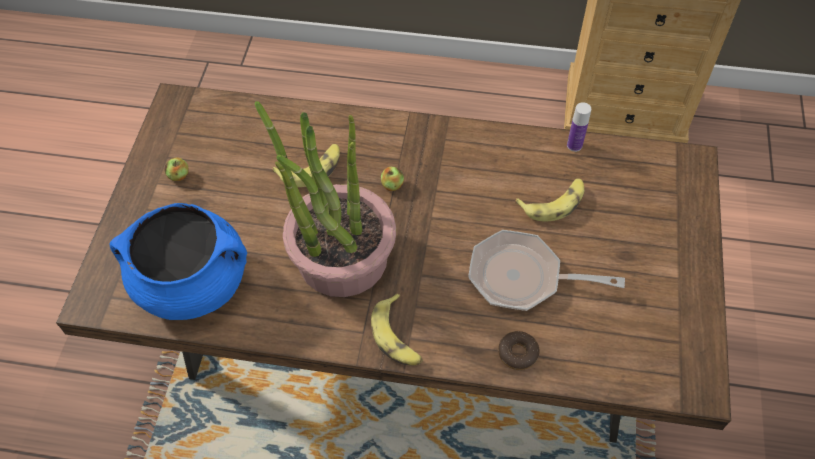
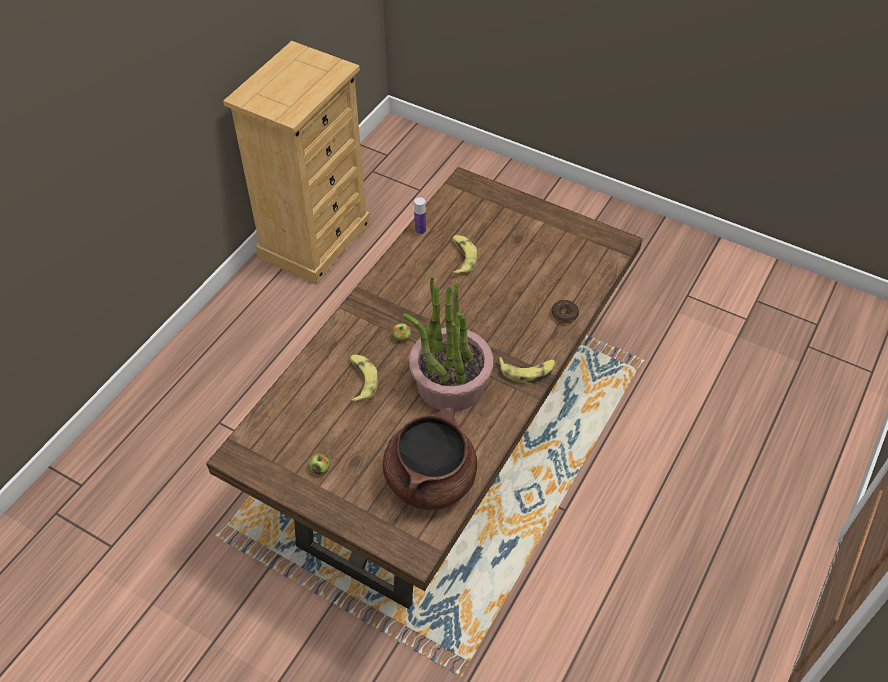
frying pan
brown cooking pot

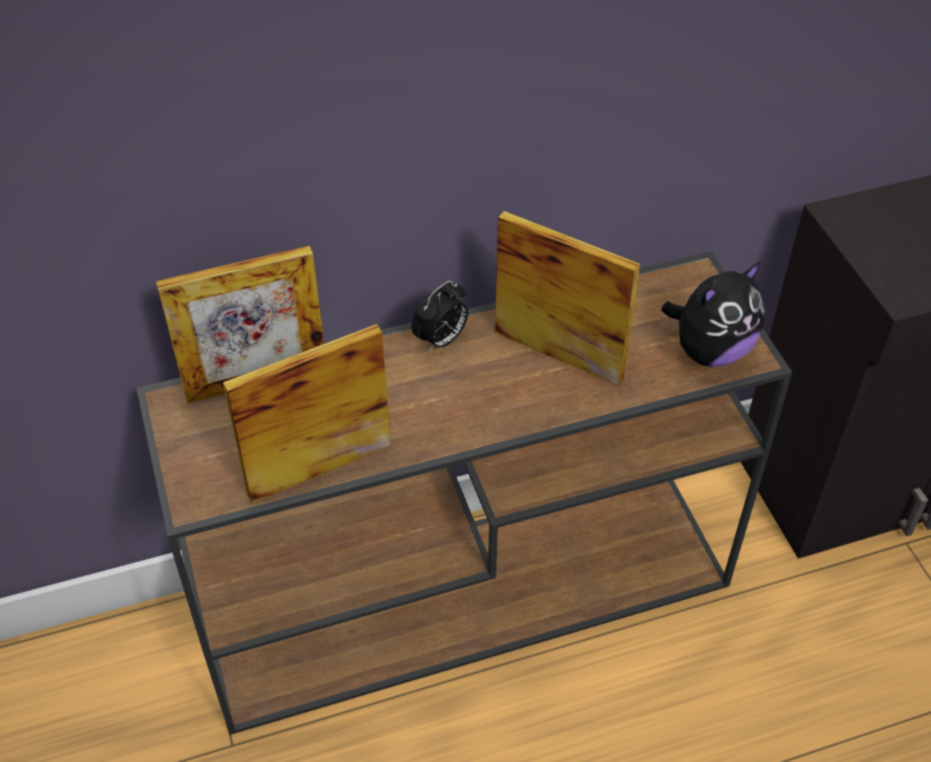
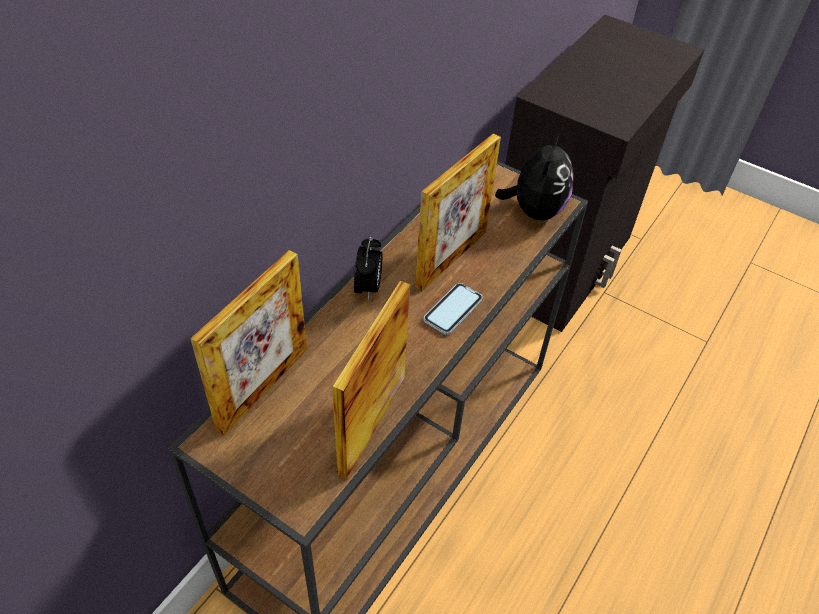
phone
picture frame (3rd from left)

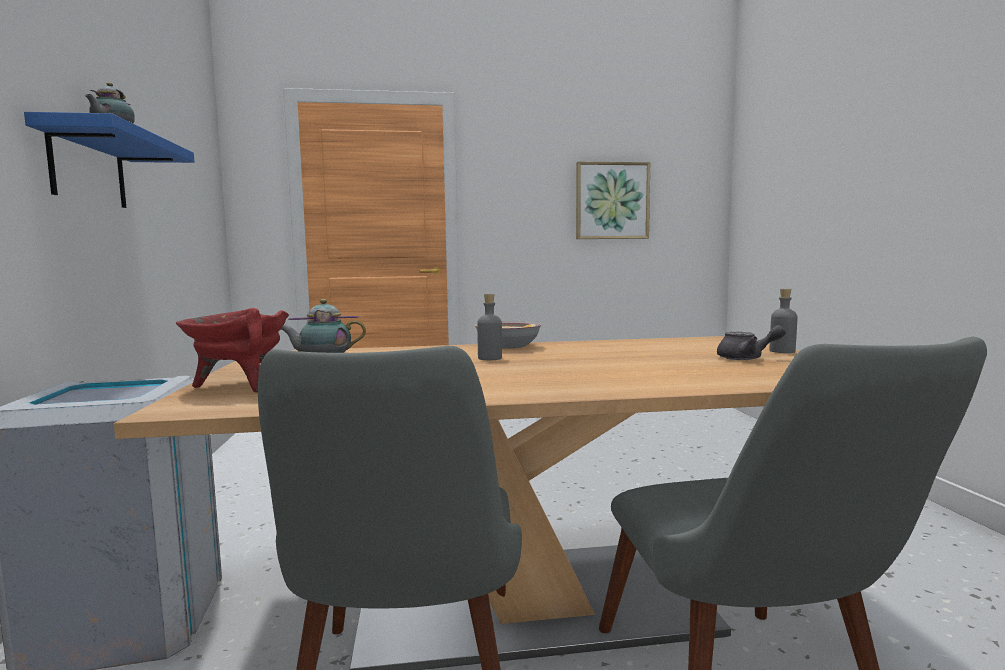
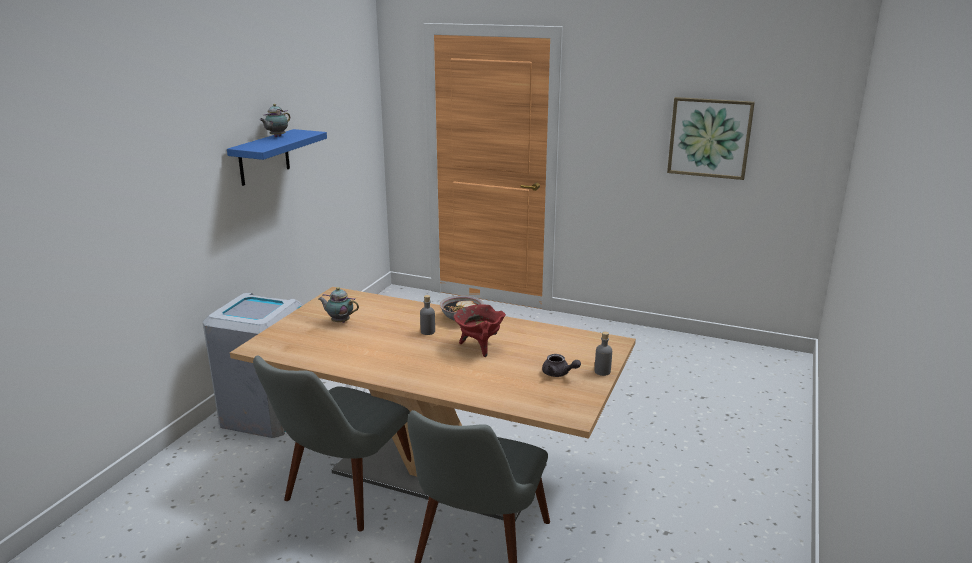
red cooking pot

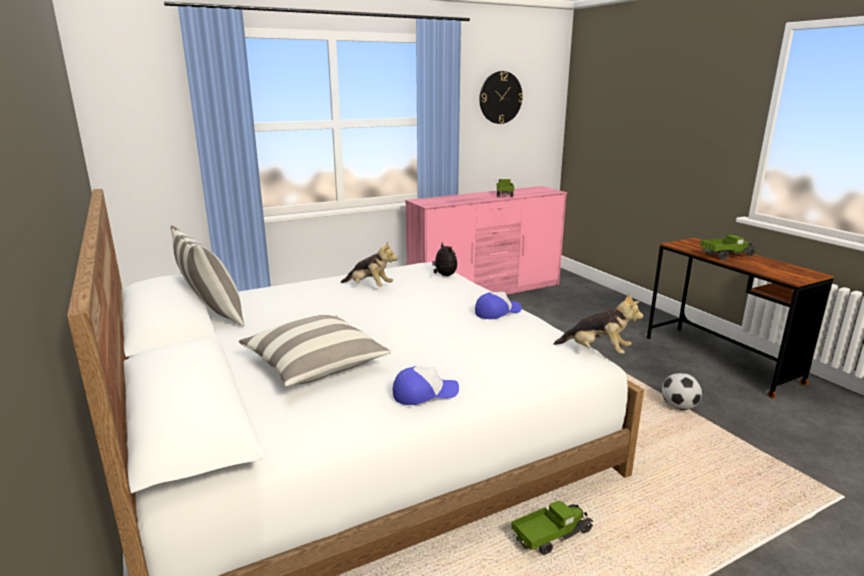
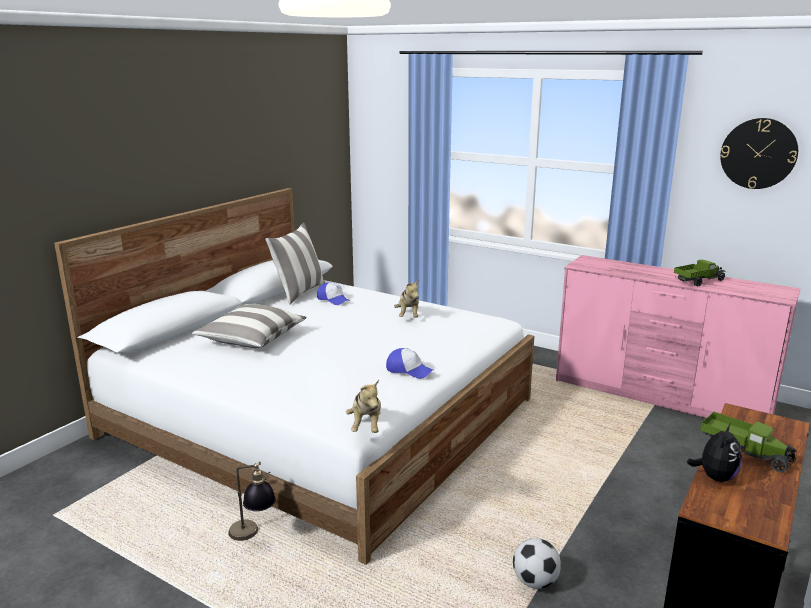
cap (1st from left)
plush toy (3rd from left)
table lamp

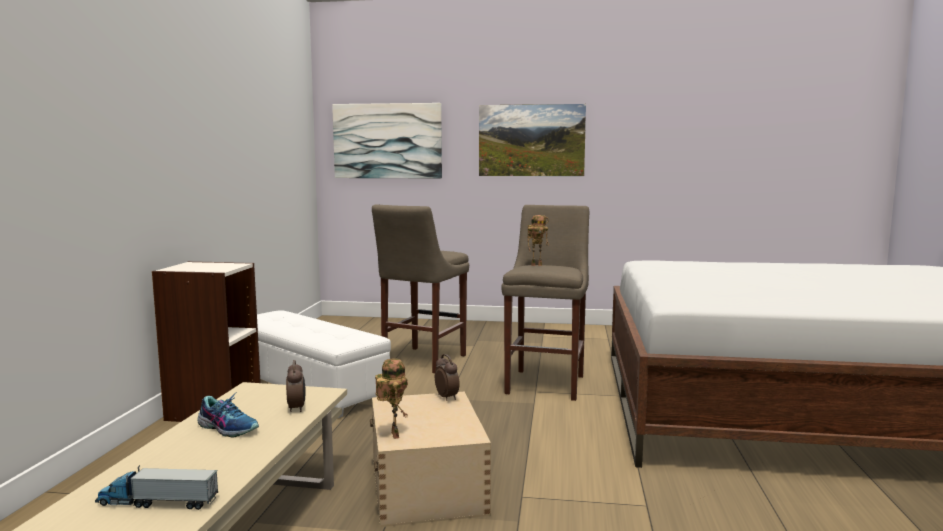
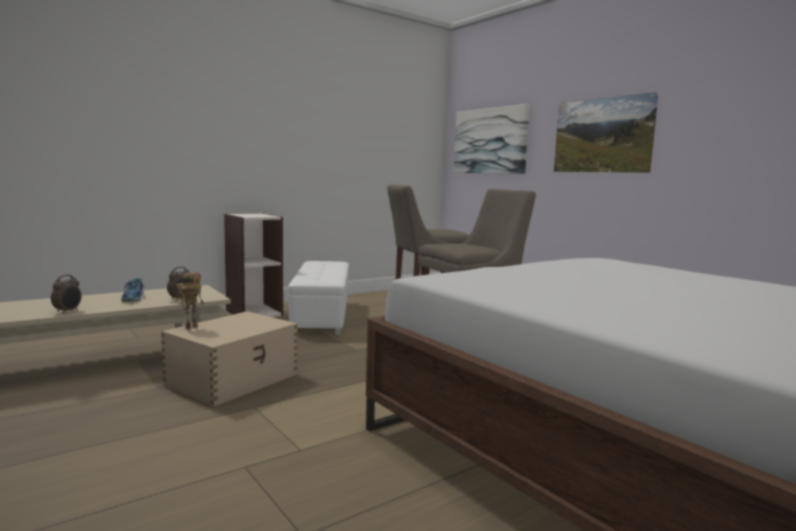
toy truck
toy robot (2nd from left in the first image)
alarm clock (1st from left)

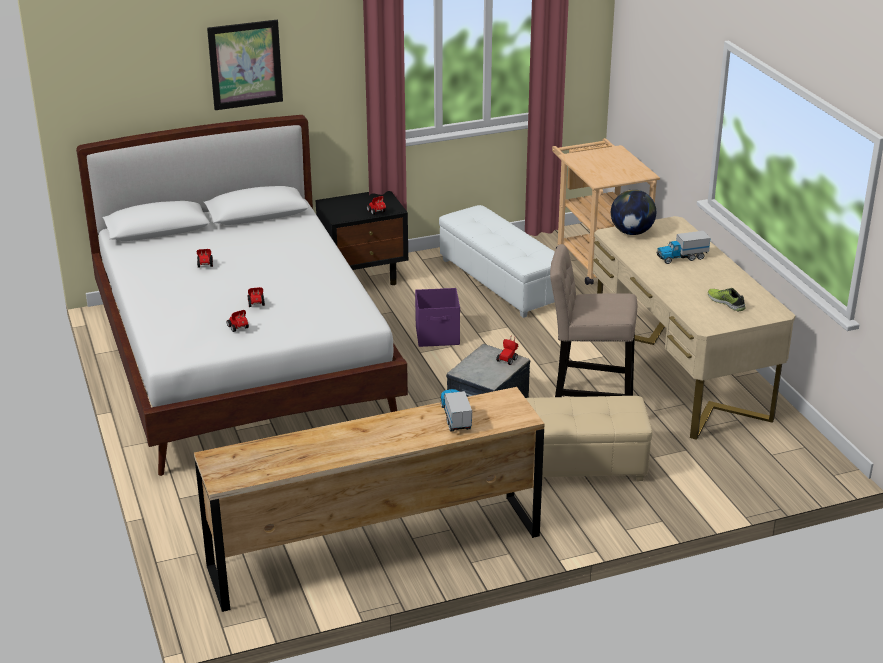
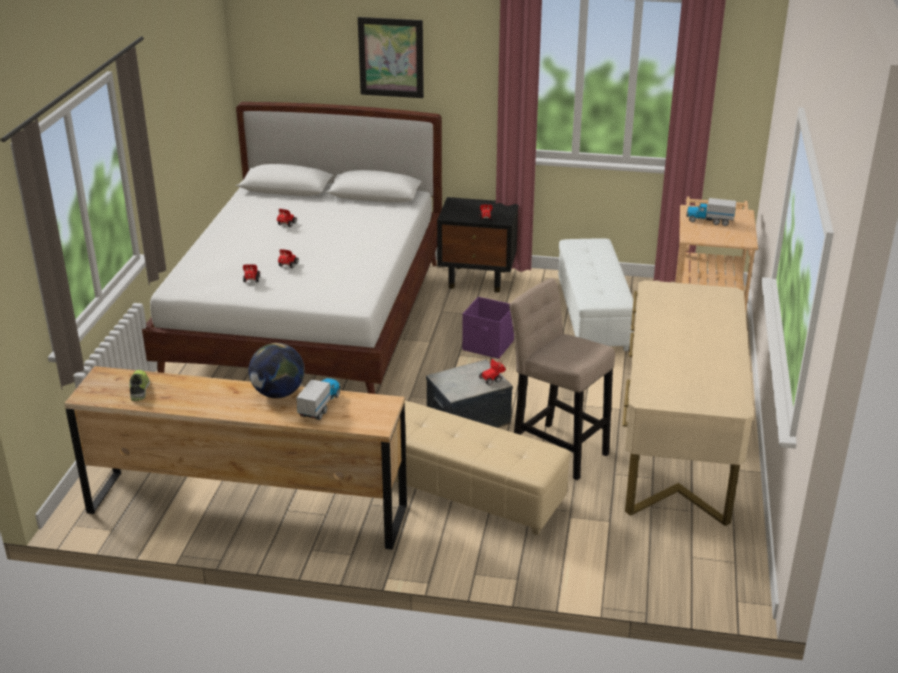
globe
toy truck (2nd from left)
shoe

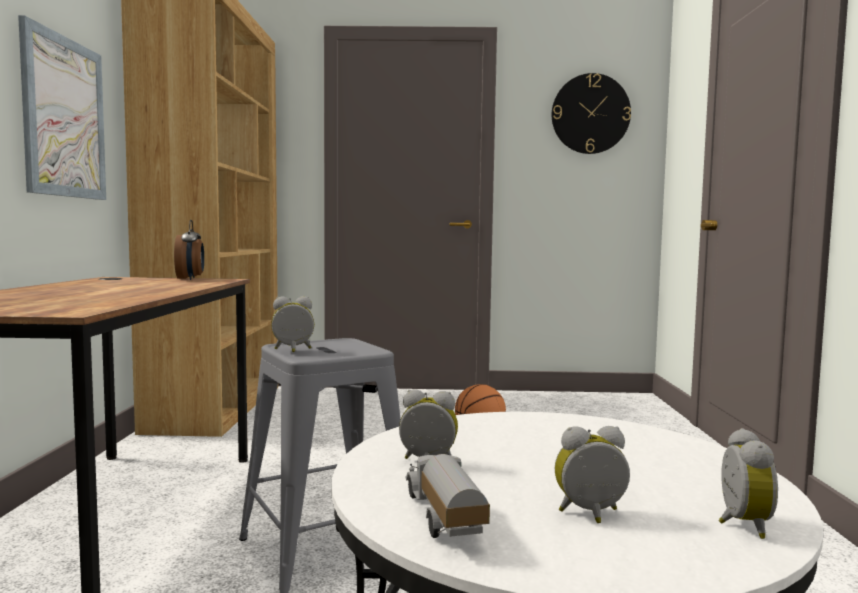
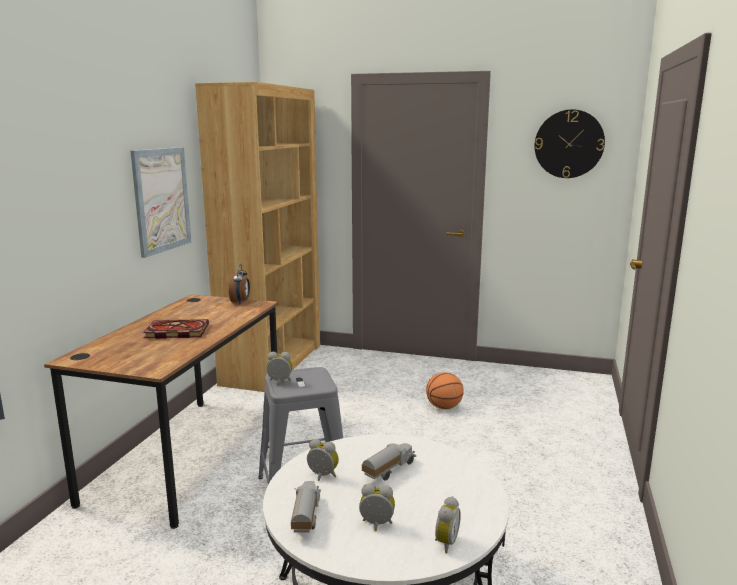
book
toy truck (2nd from left)

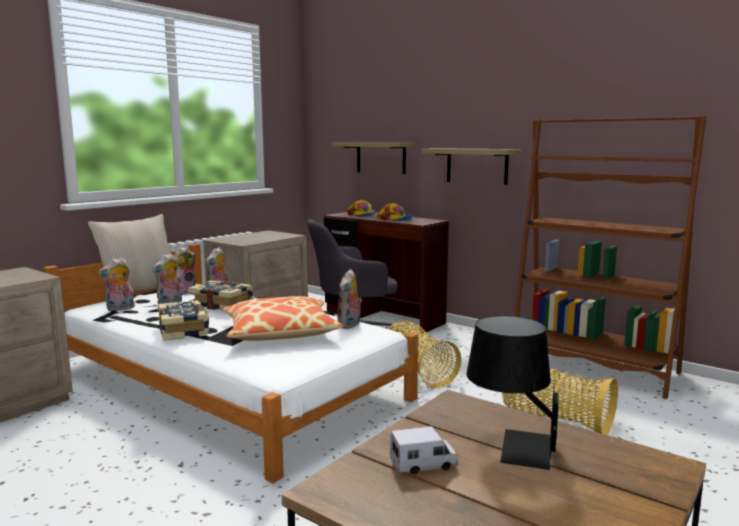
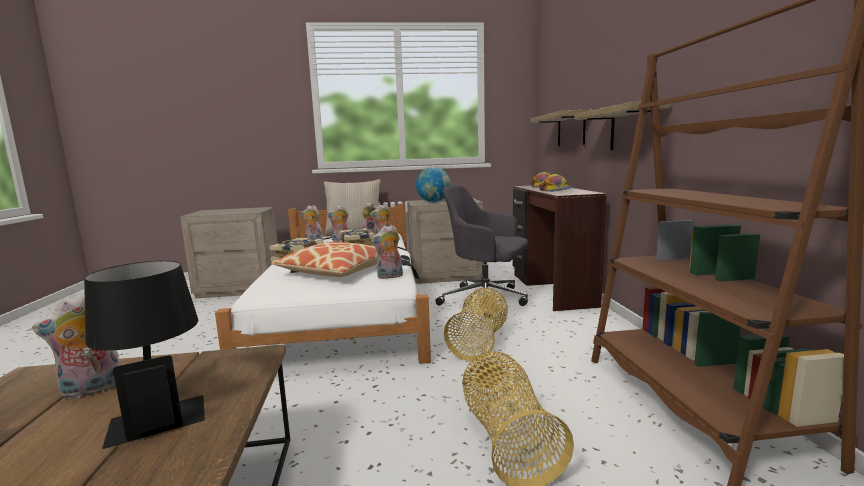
globe
plush toy (1st from left)

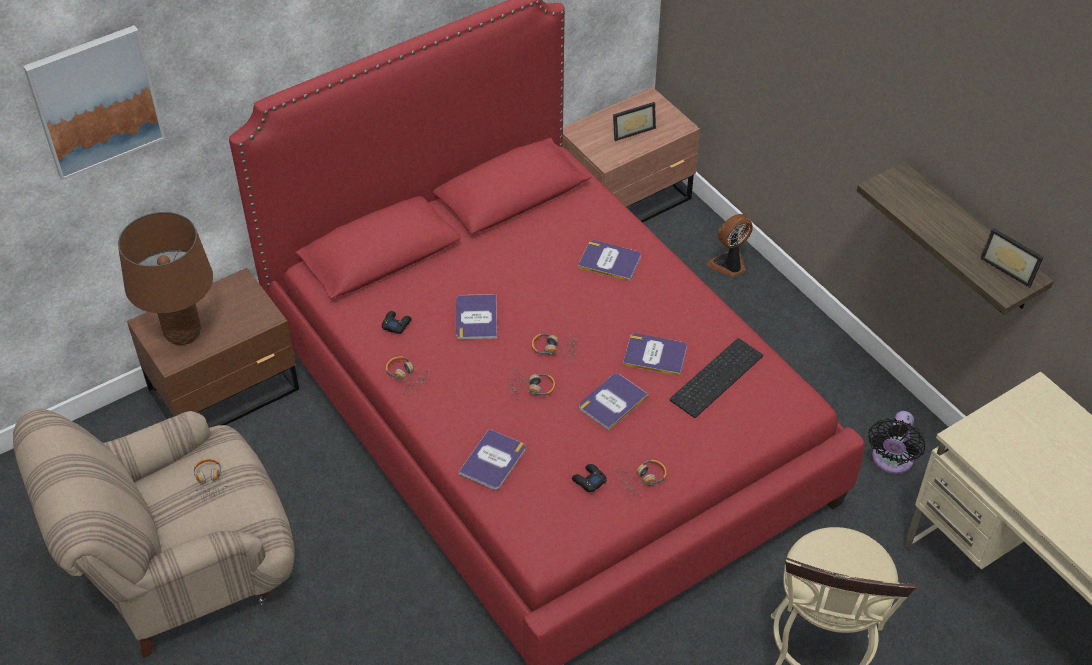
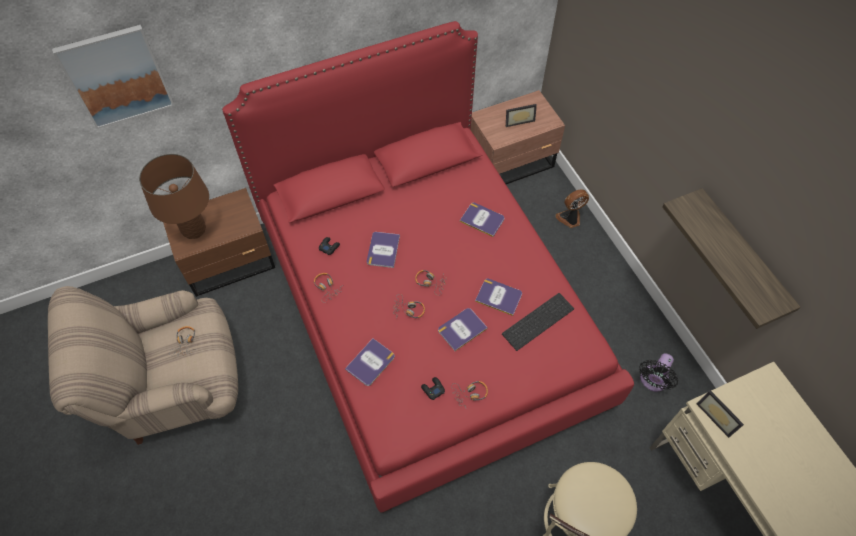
picture frame (2nd from left)

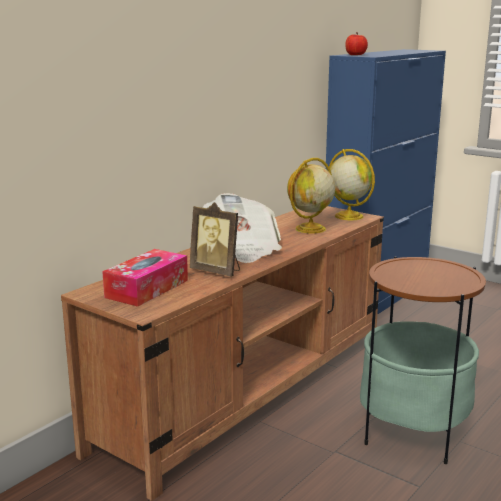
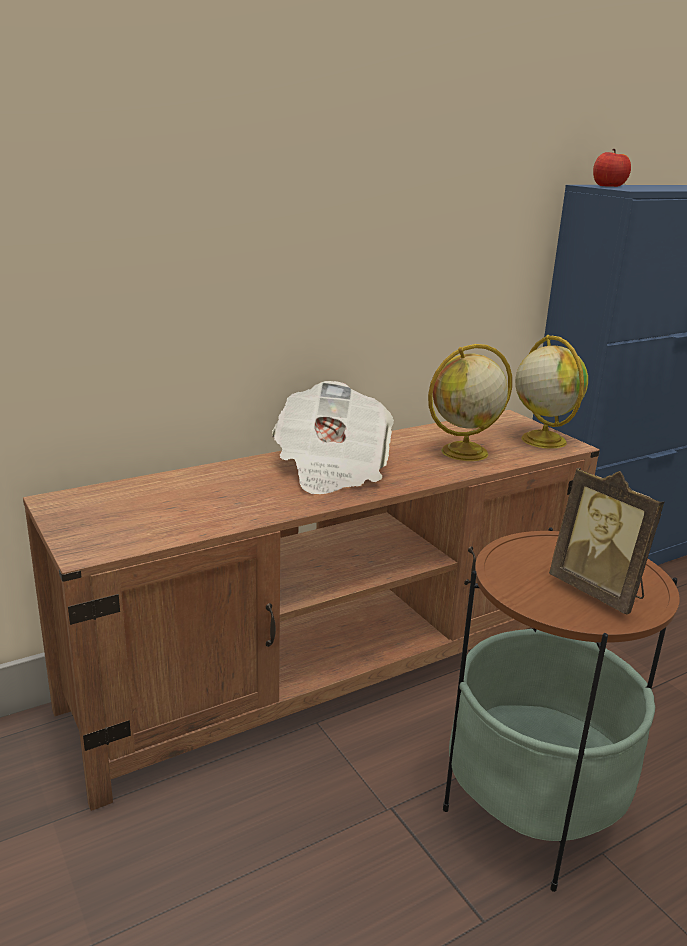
tissue box
picture frame

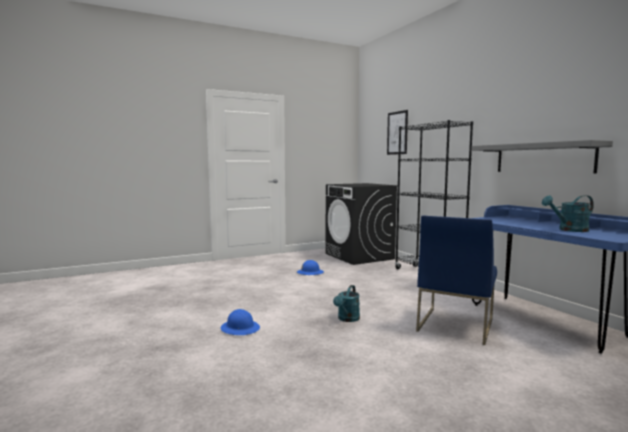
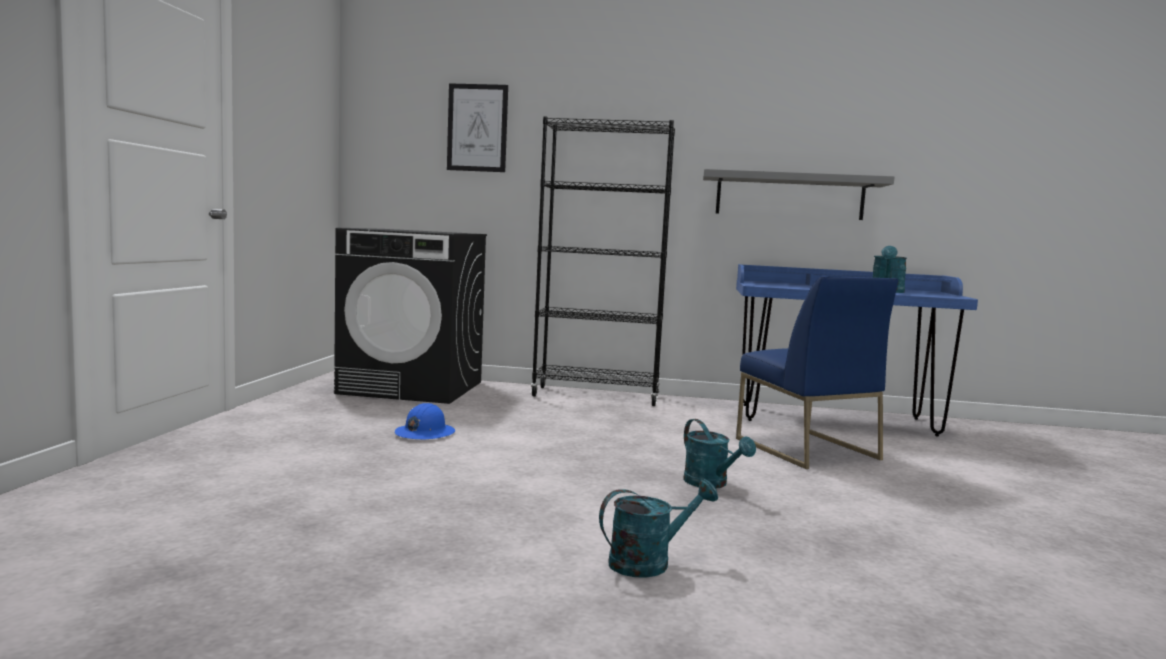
turquoise watering can (1st from left)

